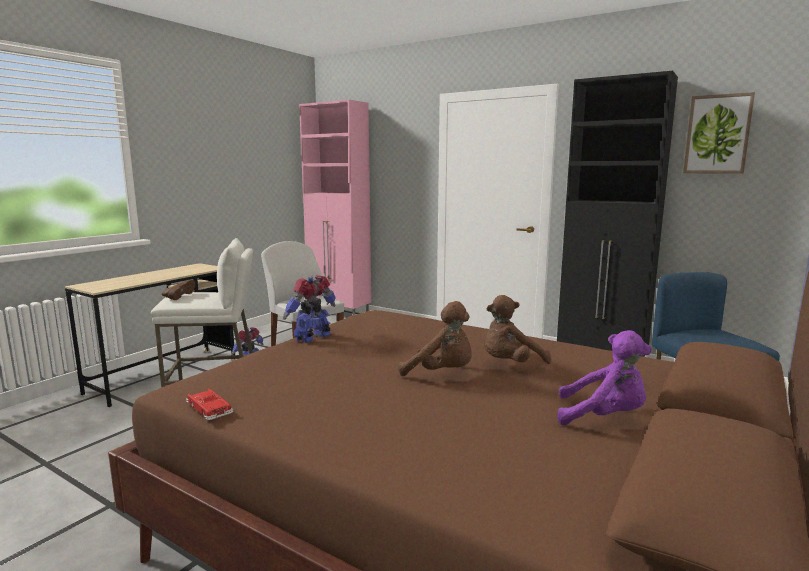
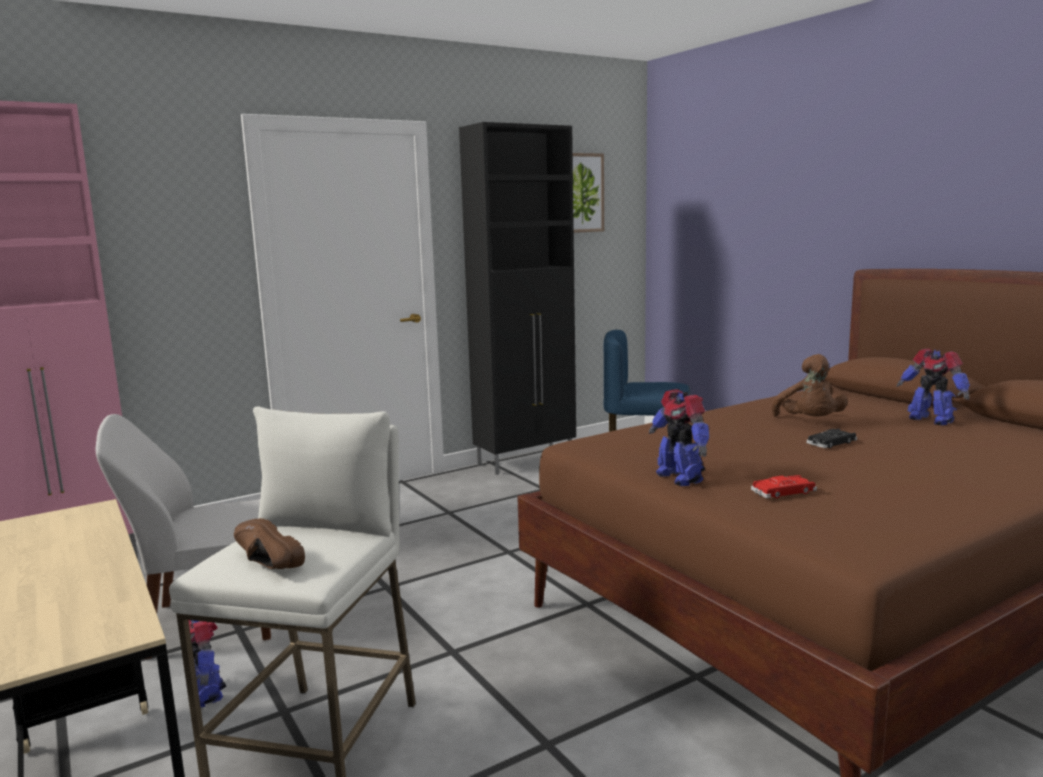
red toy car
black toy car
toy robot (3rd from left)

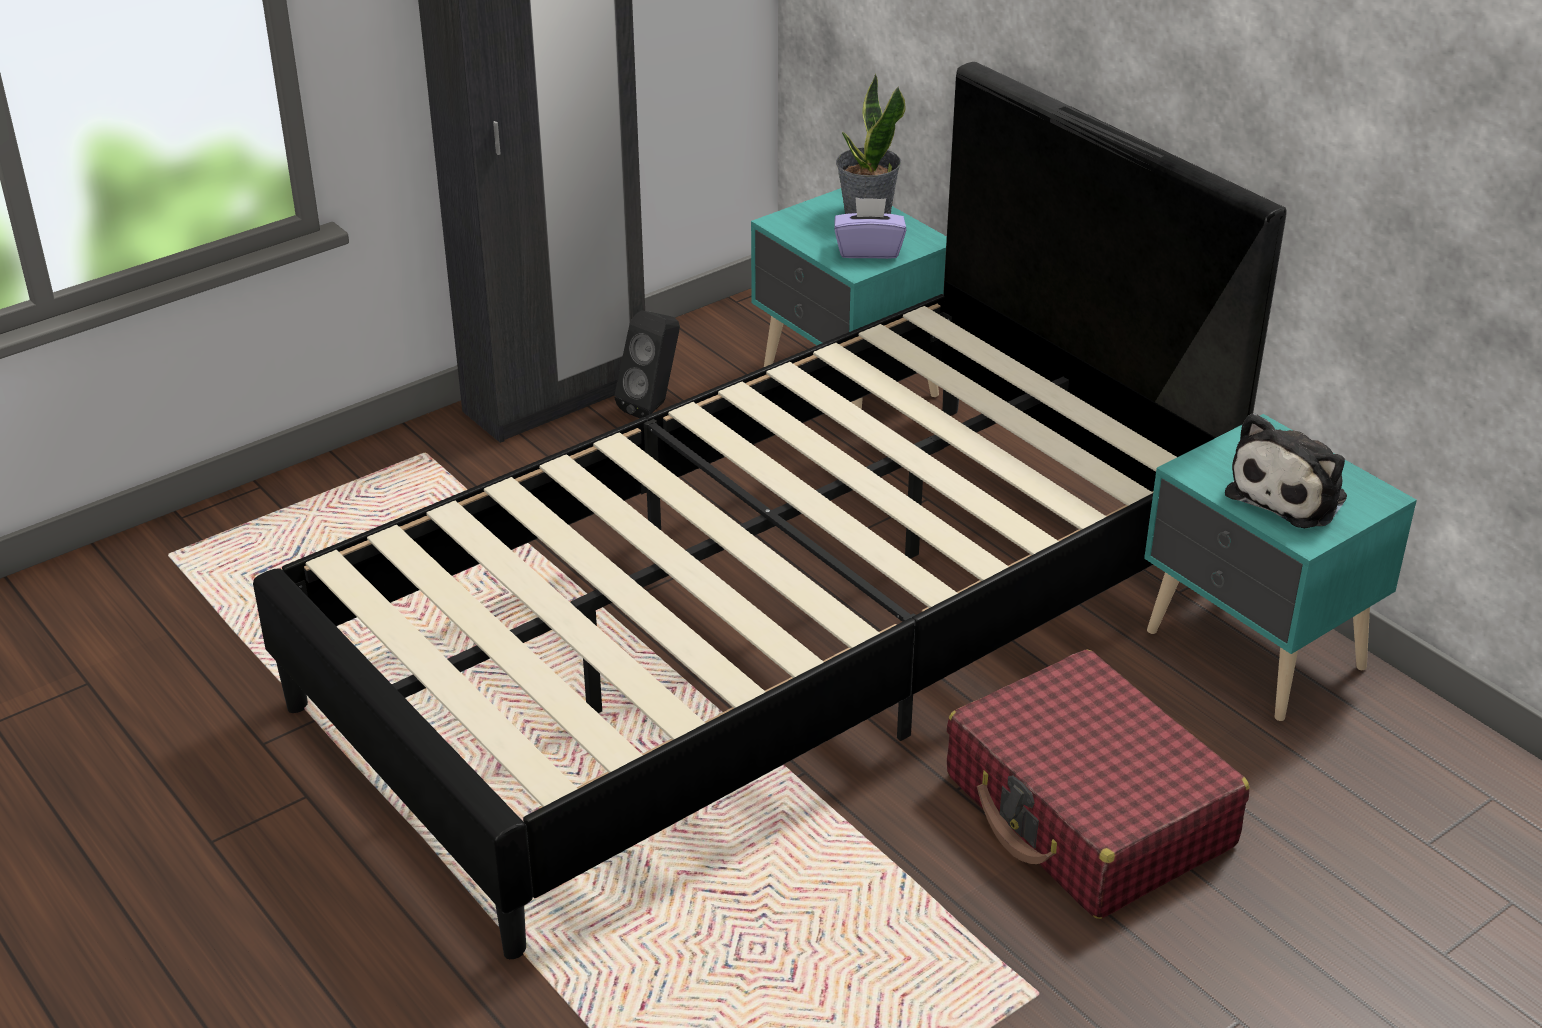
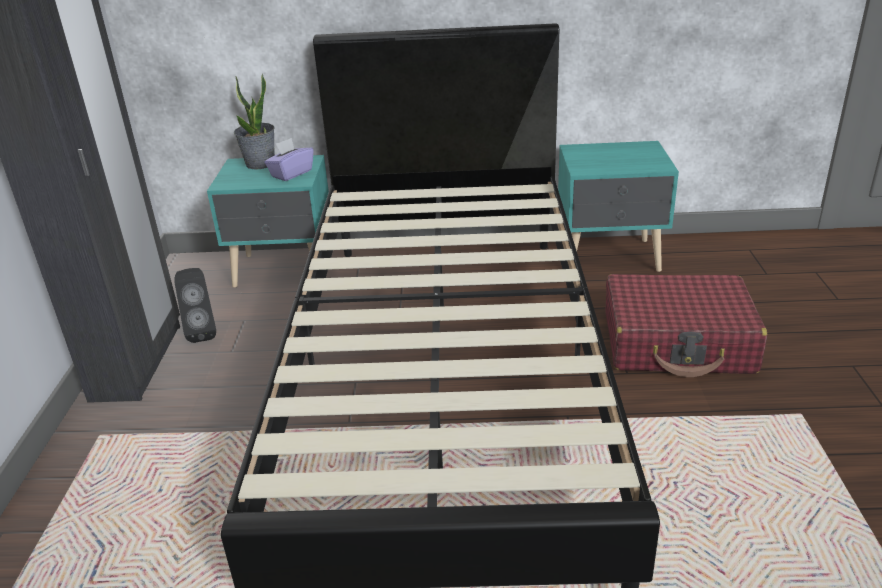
plush toy

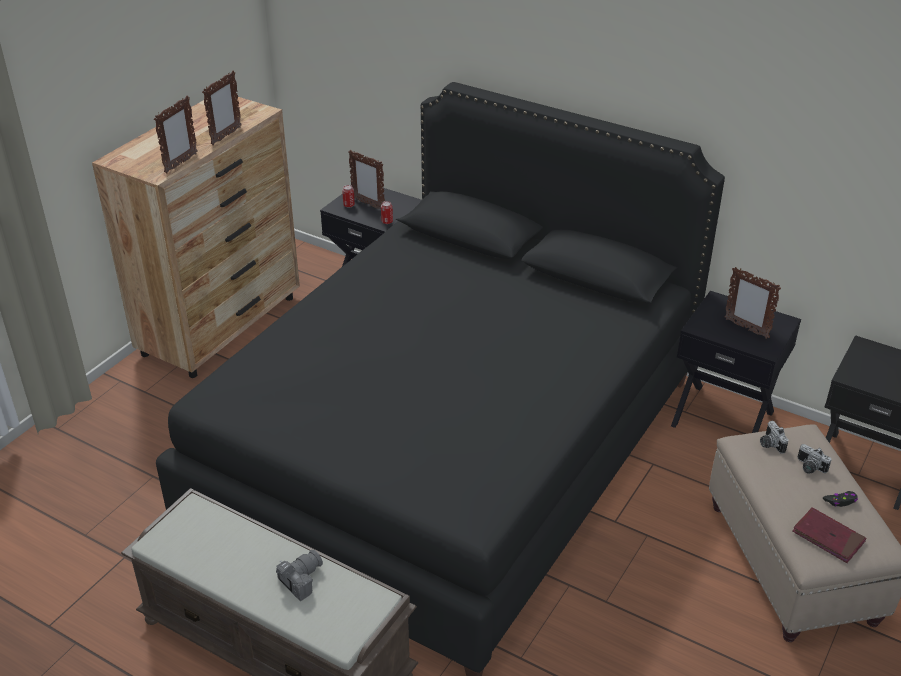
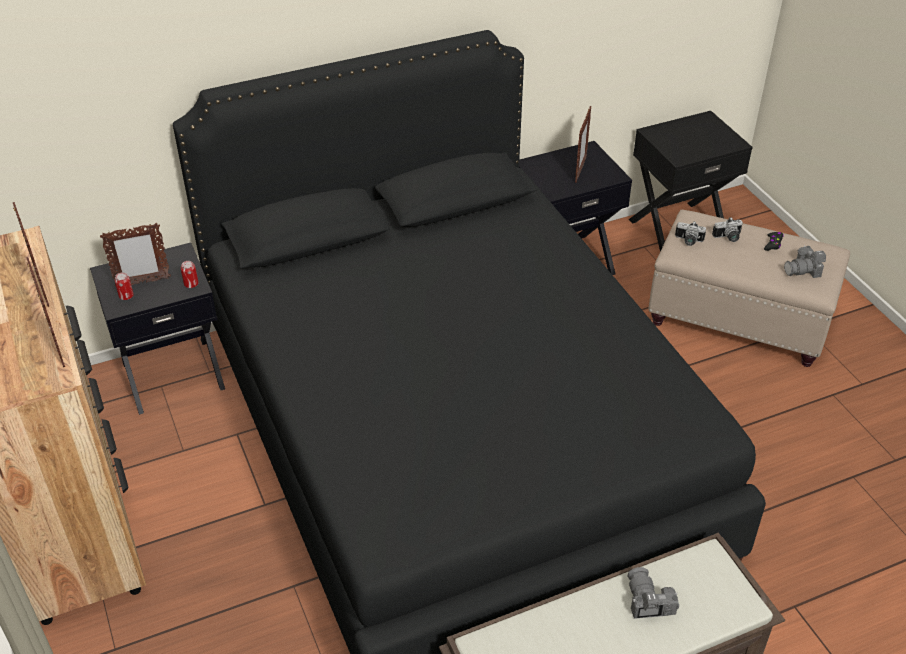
photo camera (4th from left)
picture frame (4th from left)

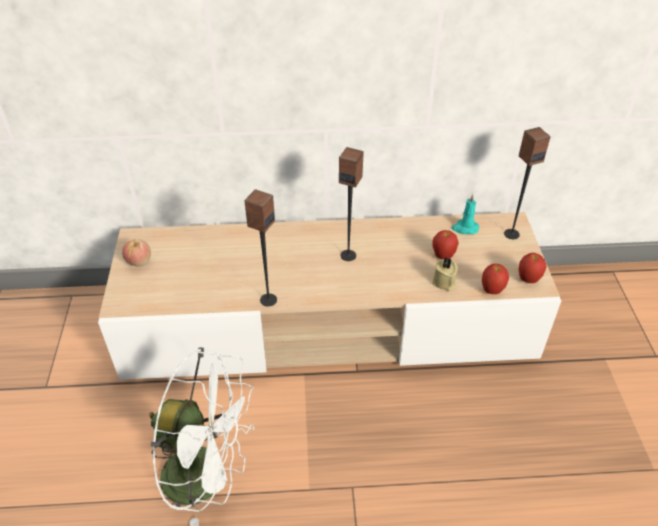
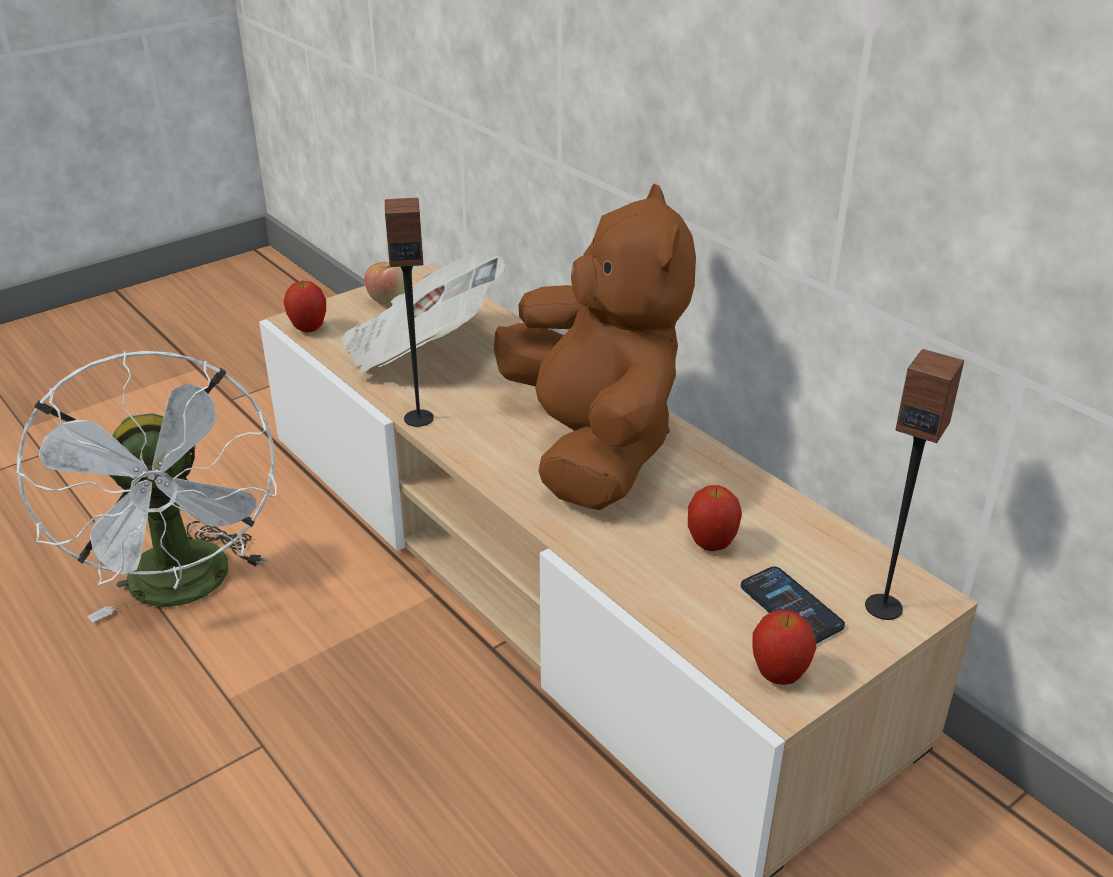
beige candle
turquoise candle
newspaper
phone
apple (1st from left)
brown plush toy

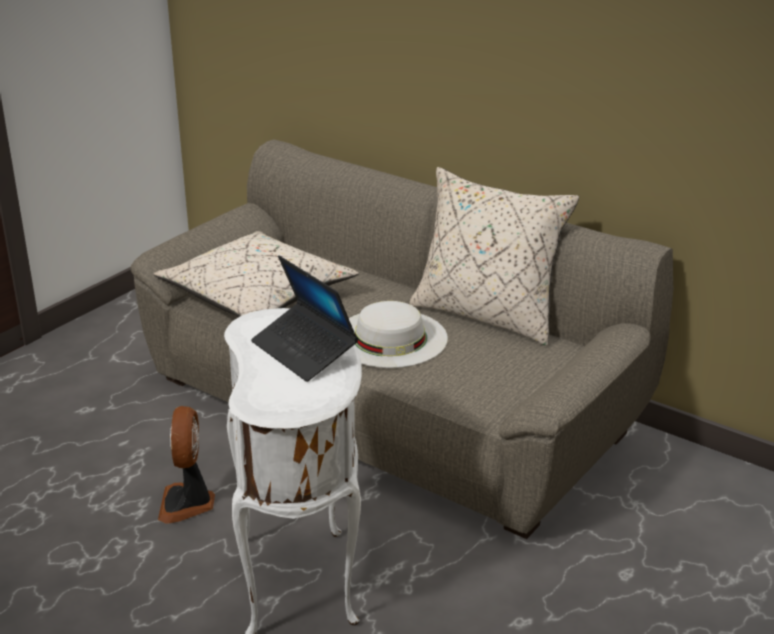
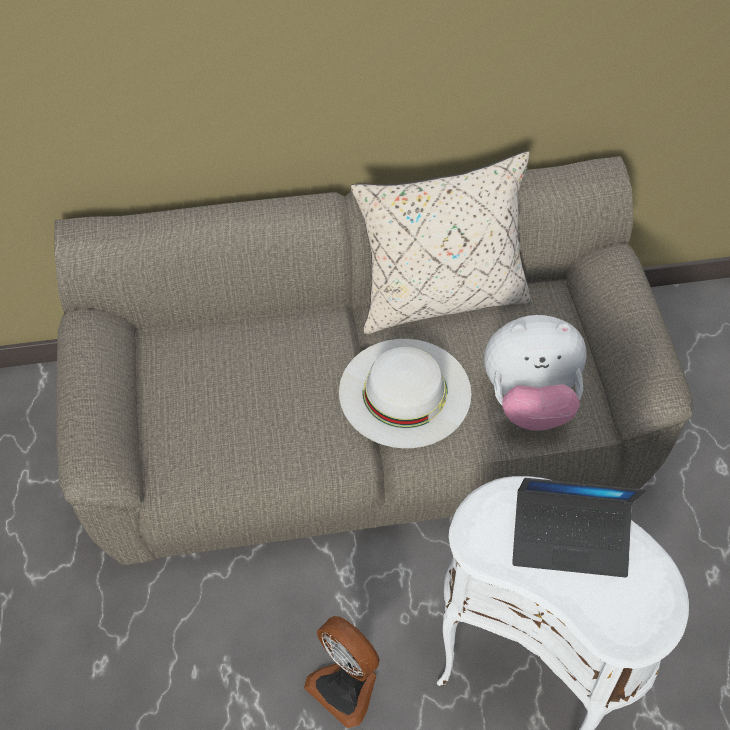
beige pillow (1st from left in the first image)
plush toy

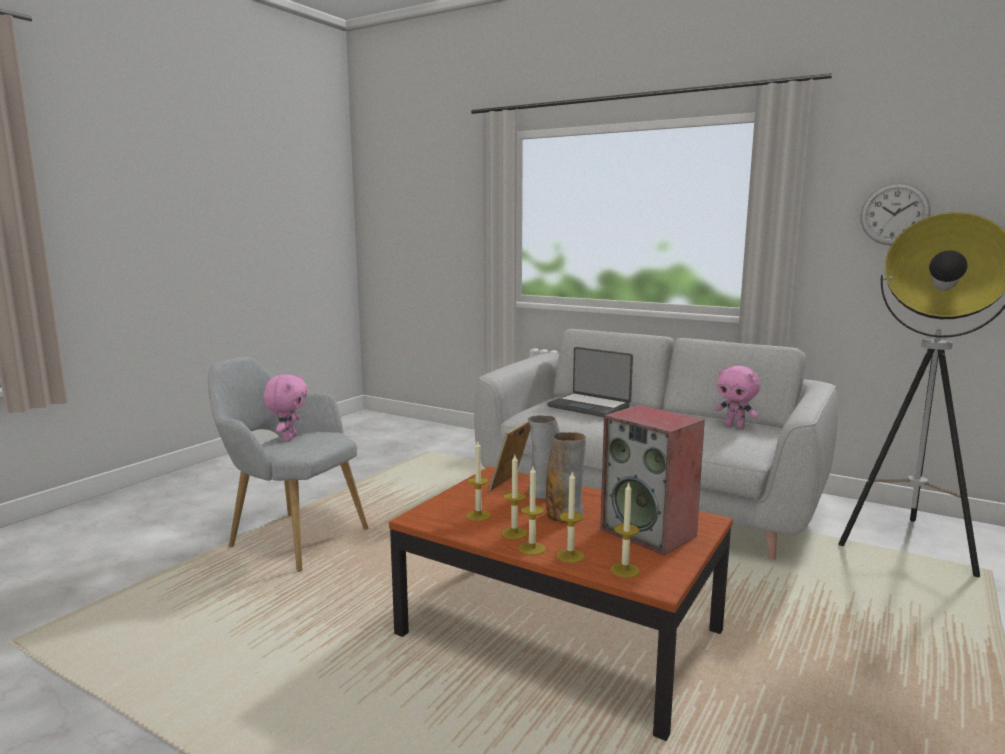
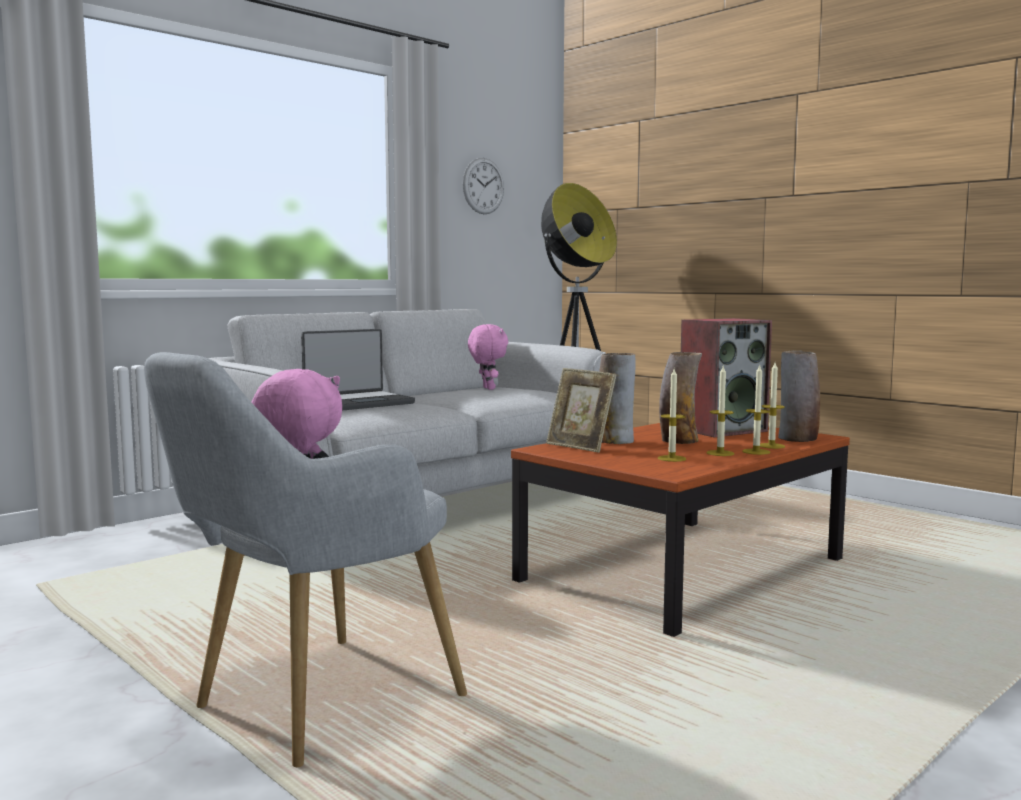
vase (3rd from left)
pink plush toy (2nd from left)

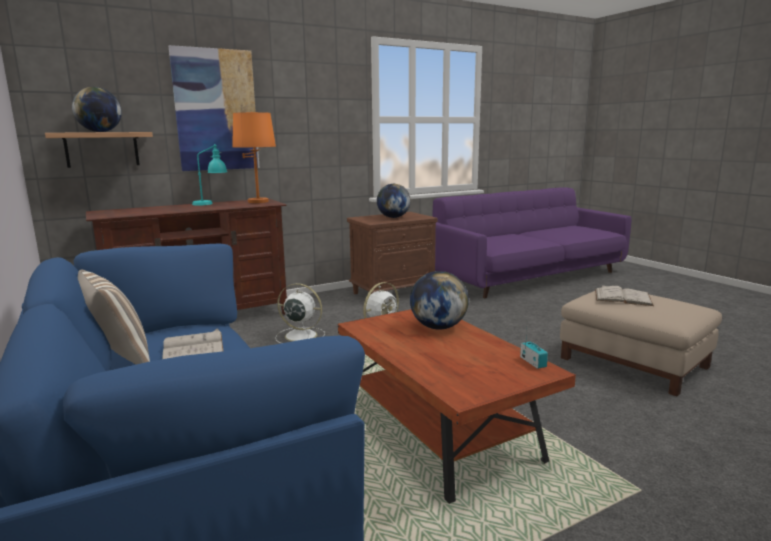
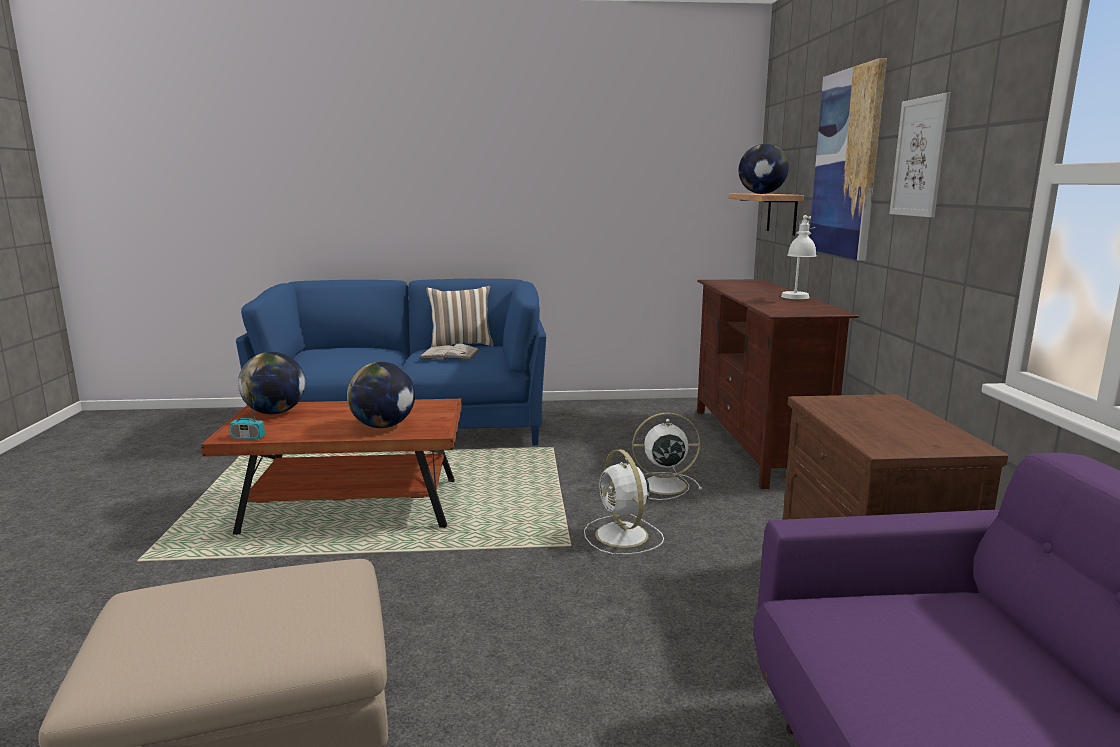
orange table lamp
white book (2nd from left in the first image)
picture (2nd from left)
globe (1st from left)
white table lamp
white fan (2nd from left)

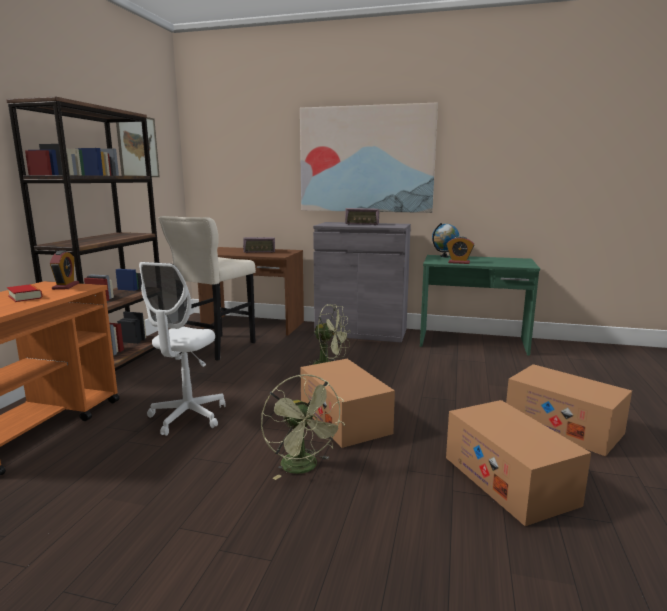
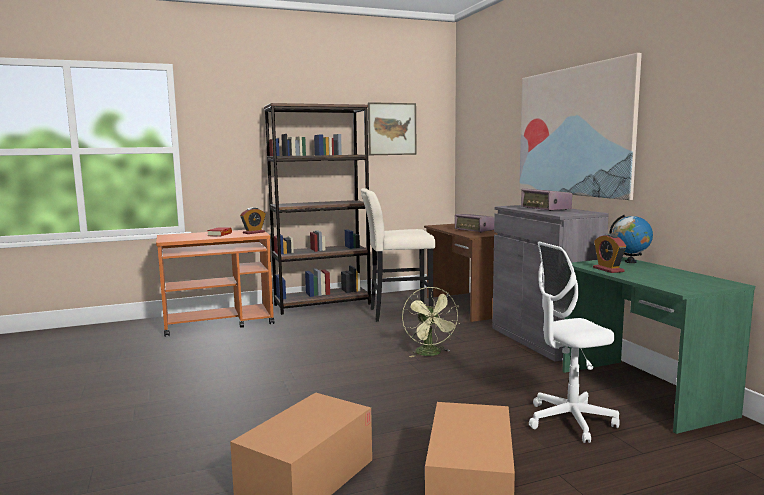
green fan (1st from left in the first image)
cardboard box (1st from left in the first image)
white office chair

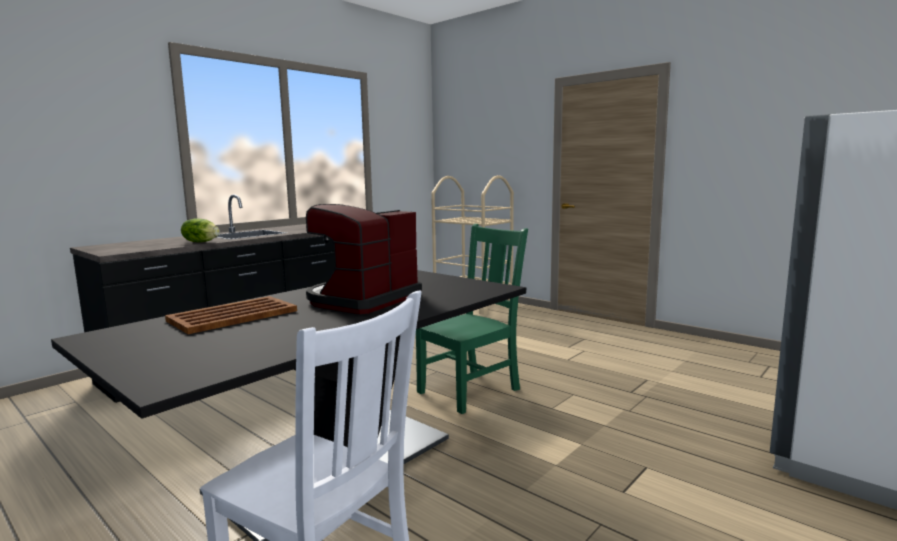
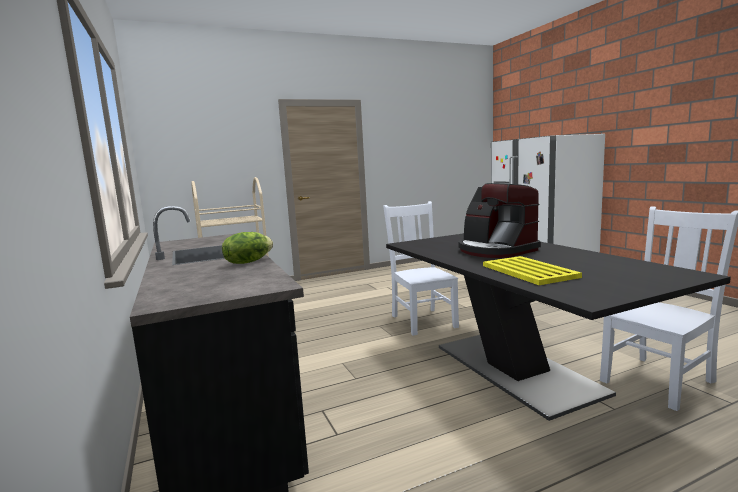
yellow tray
white chair (1st from left)

